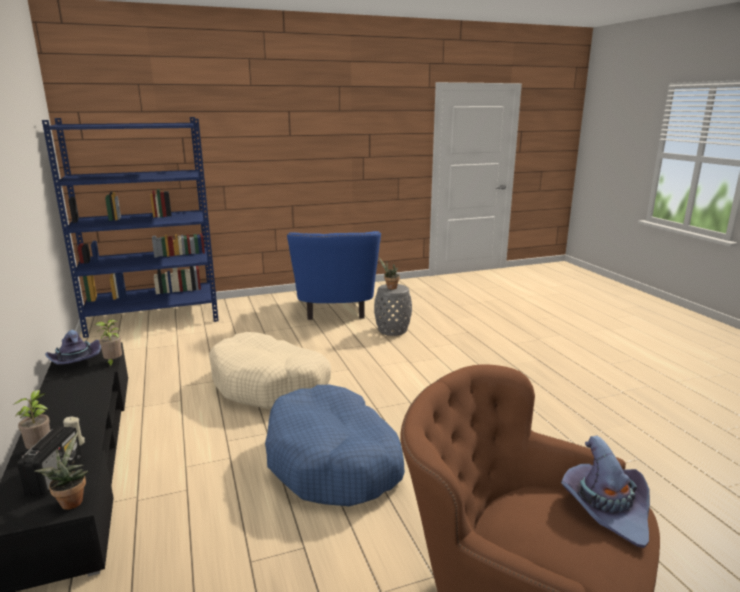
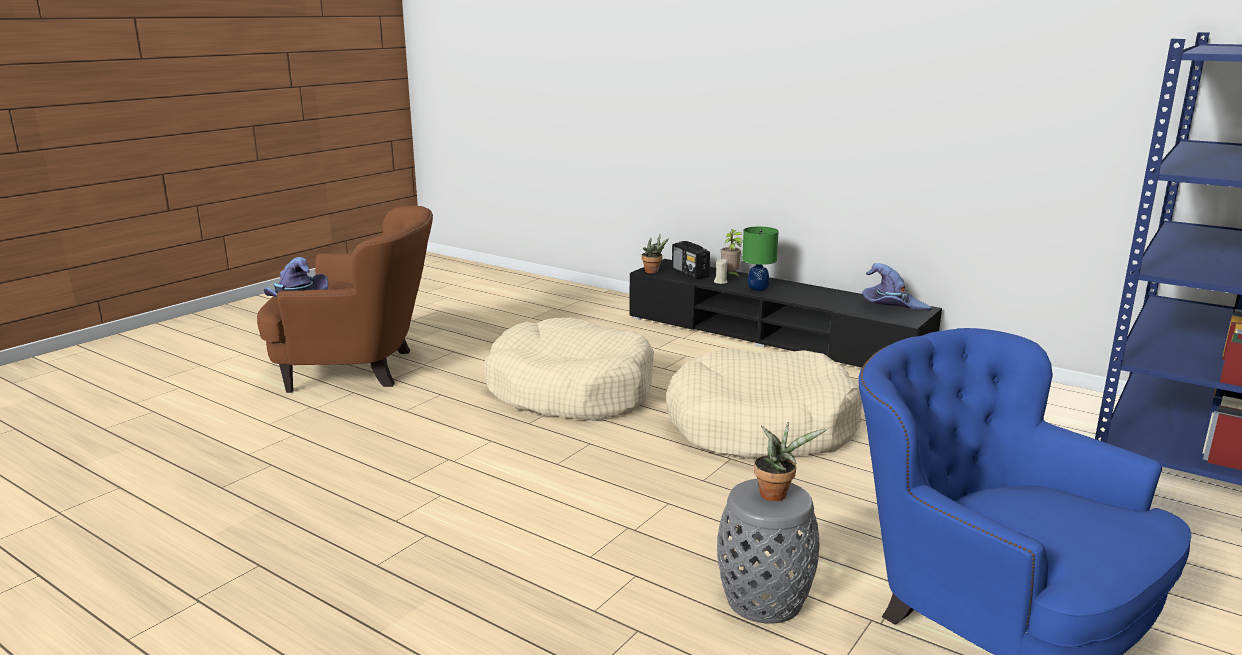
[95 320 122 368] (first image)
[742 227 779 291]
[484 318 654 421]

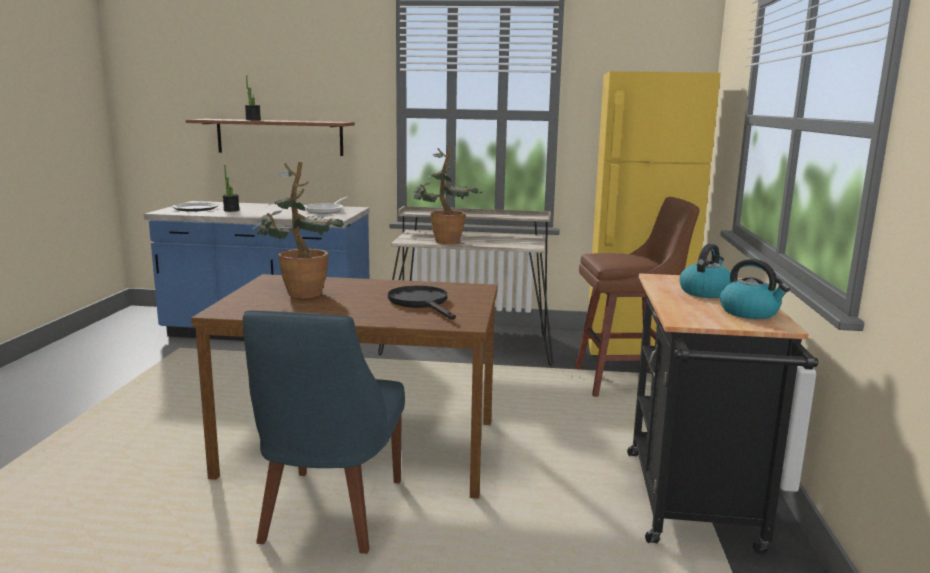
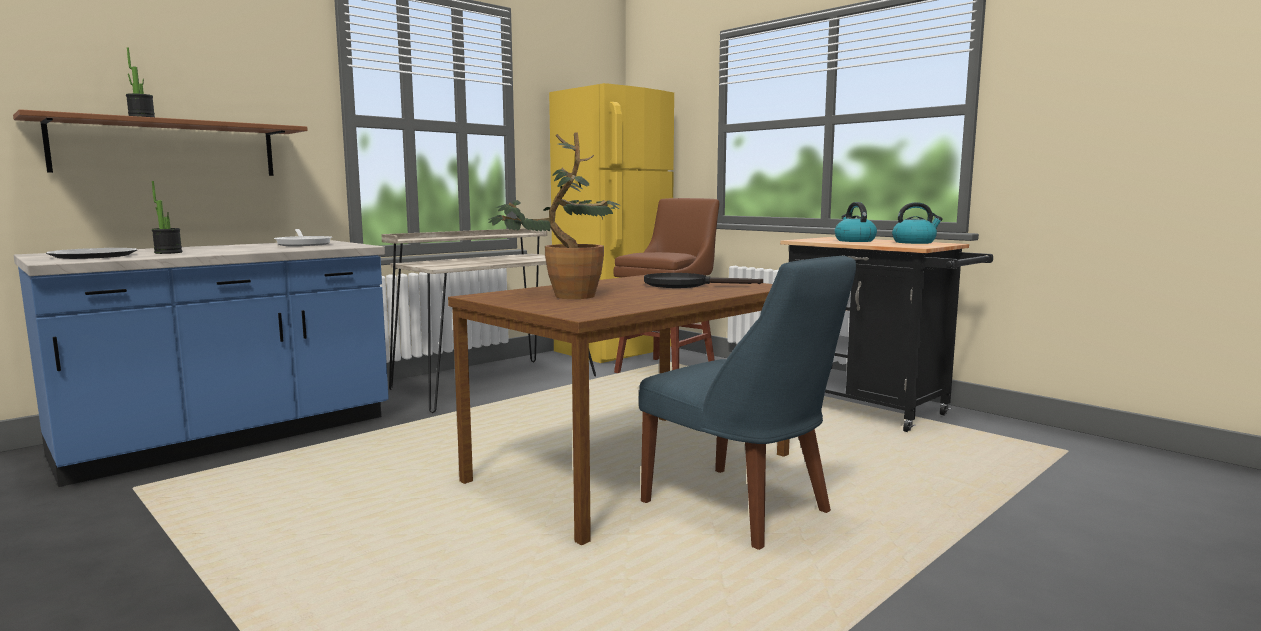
[409 147 483 244] (first image)

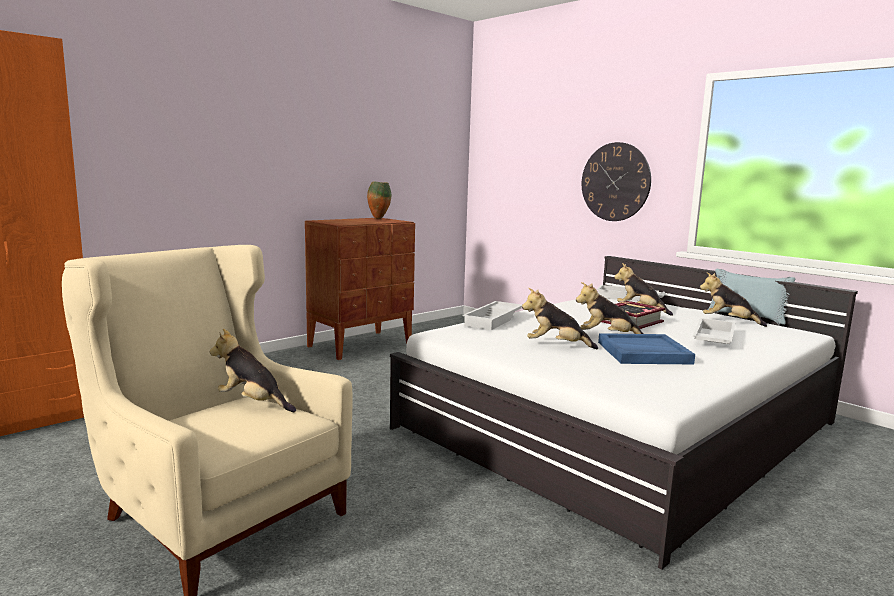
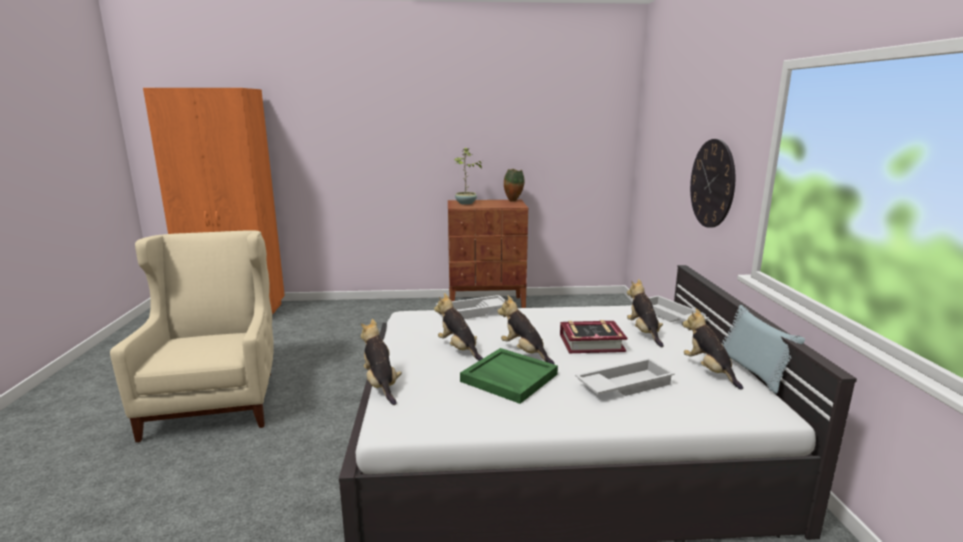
[454 148 482 205]
[361 319 402 405]
[460 348 558 404]

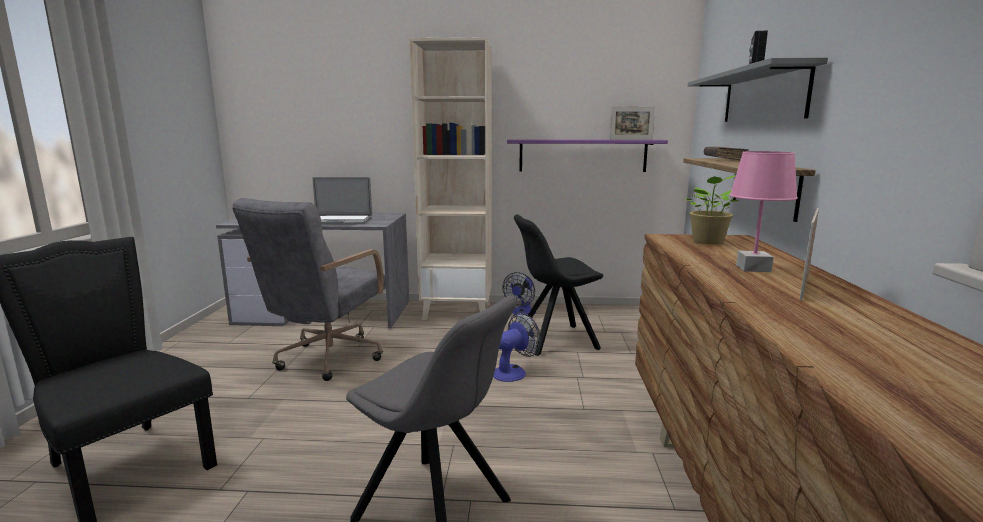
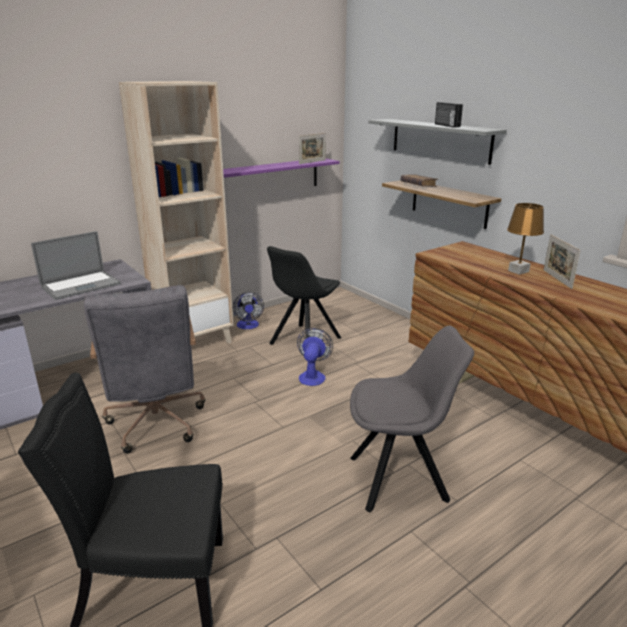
[685 175 739 244] (first image)
[507 203 544 275]

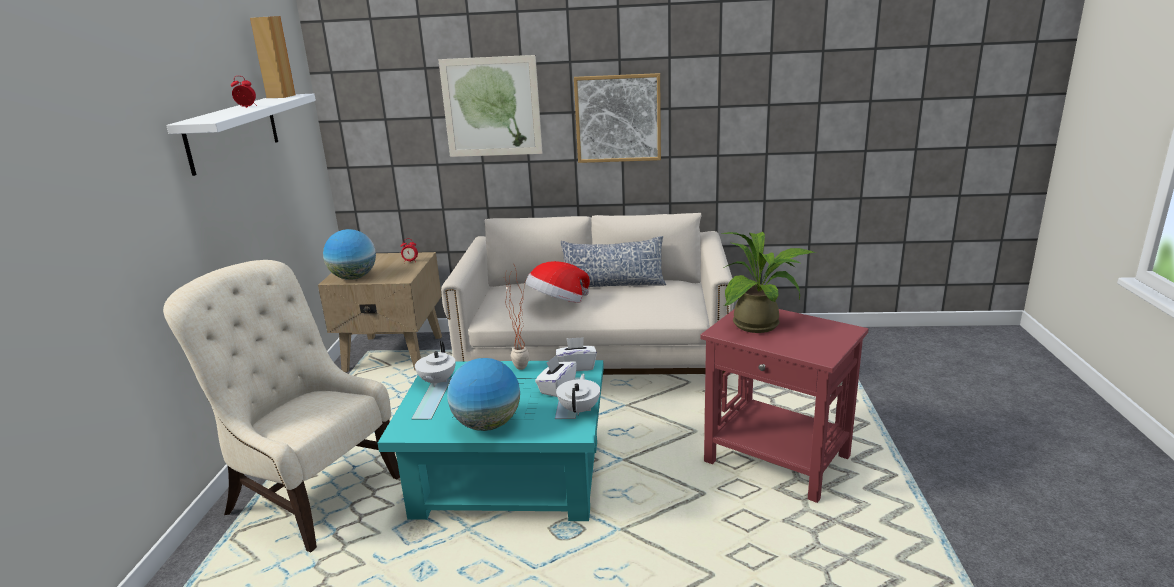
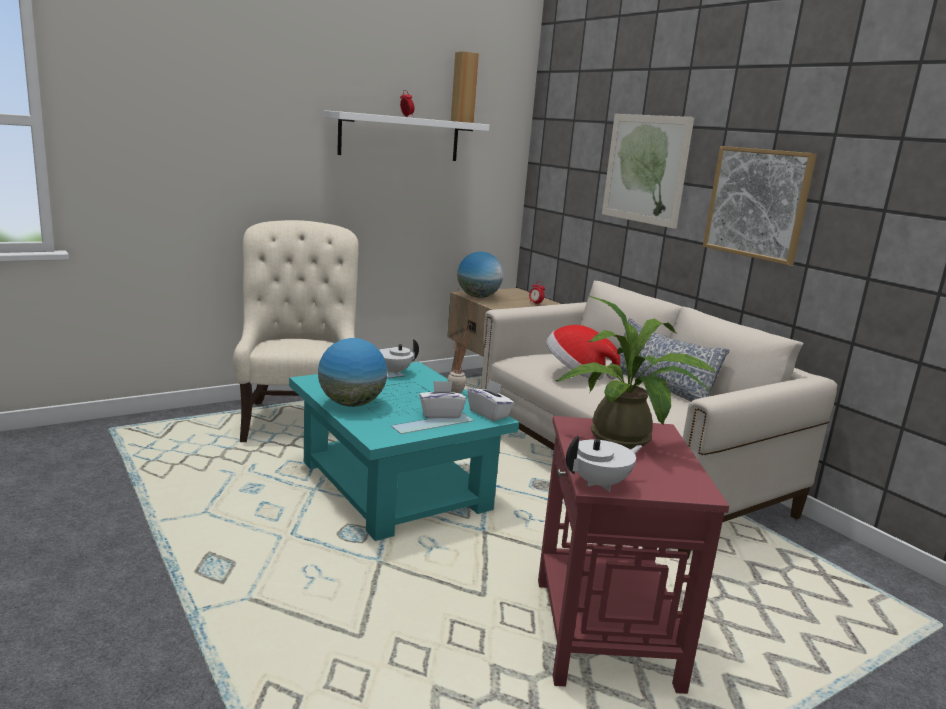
[566 435 642 491]

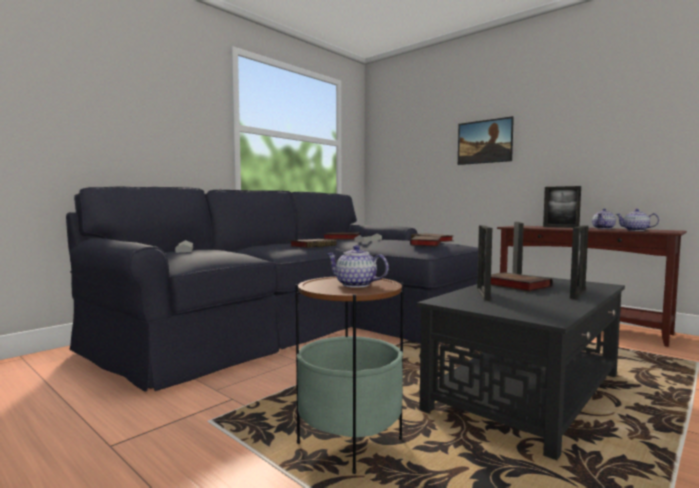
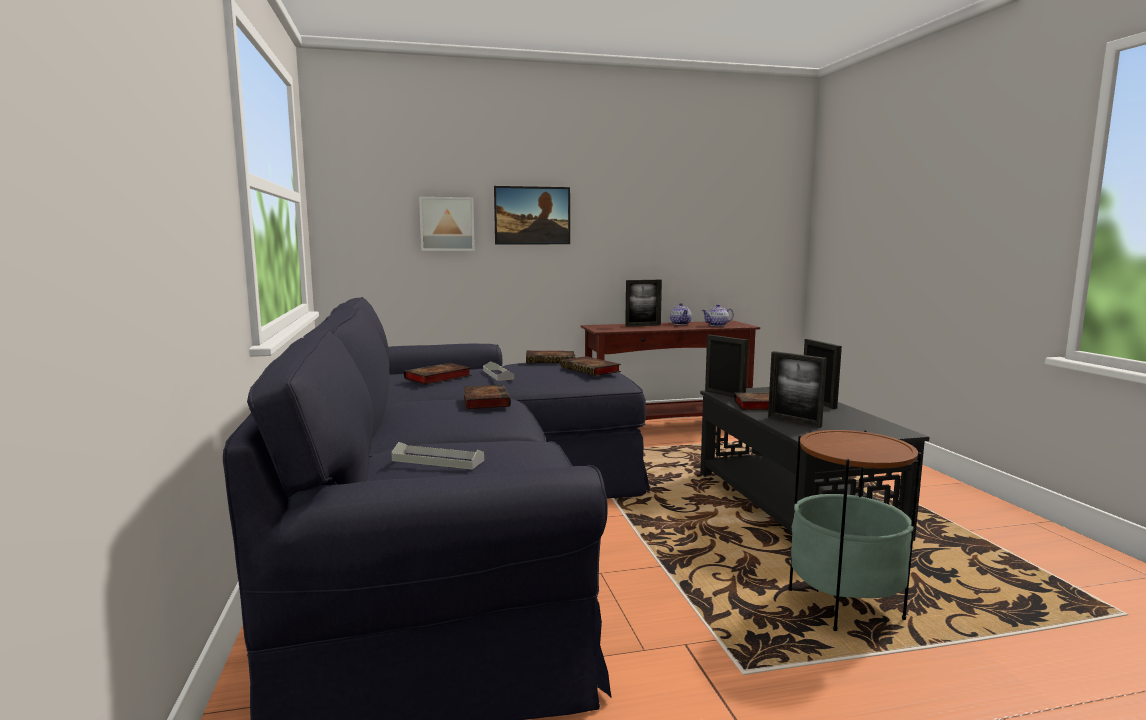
[326 245 389 288] (first image)
[419 197 475 251]

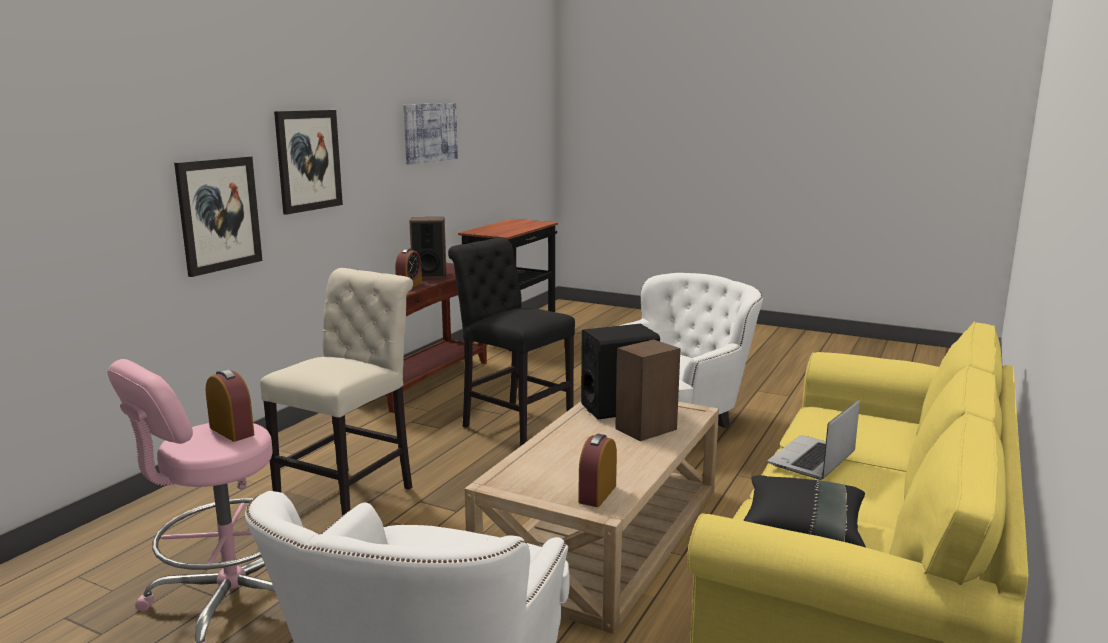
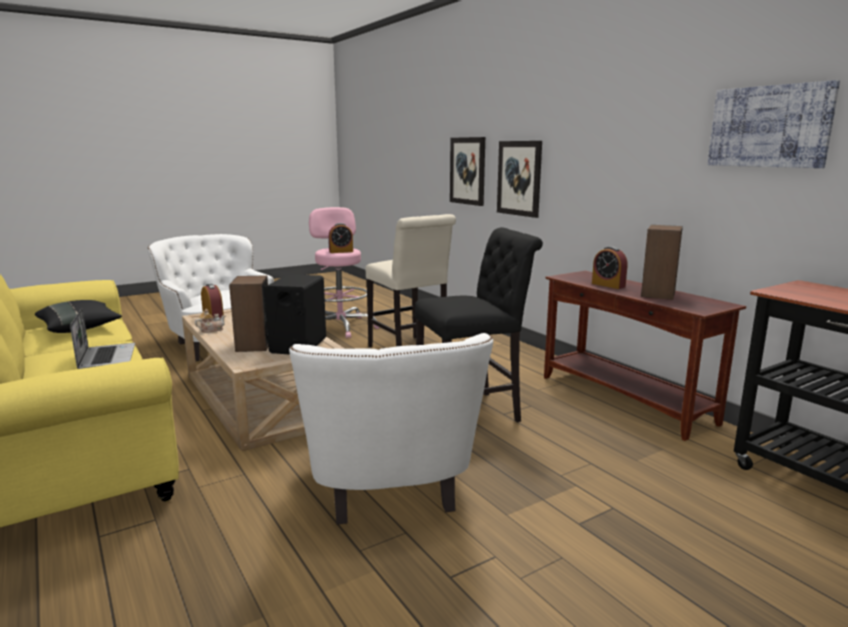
[195 309 226 333]
[450 137 485 206]

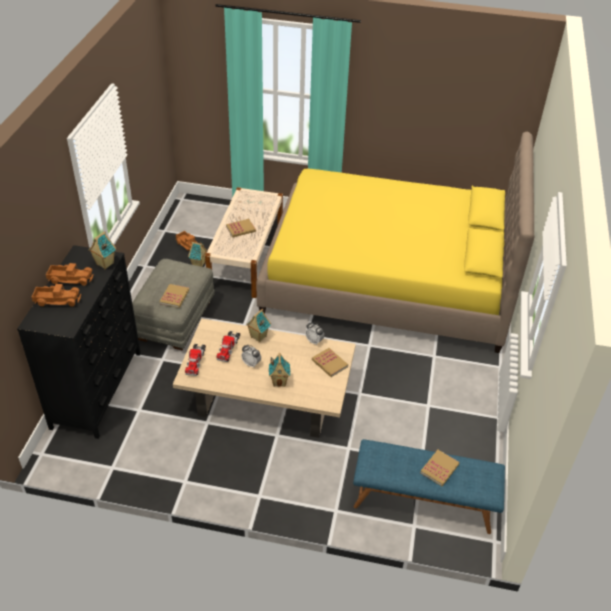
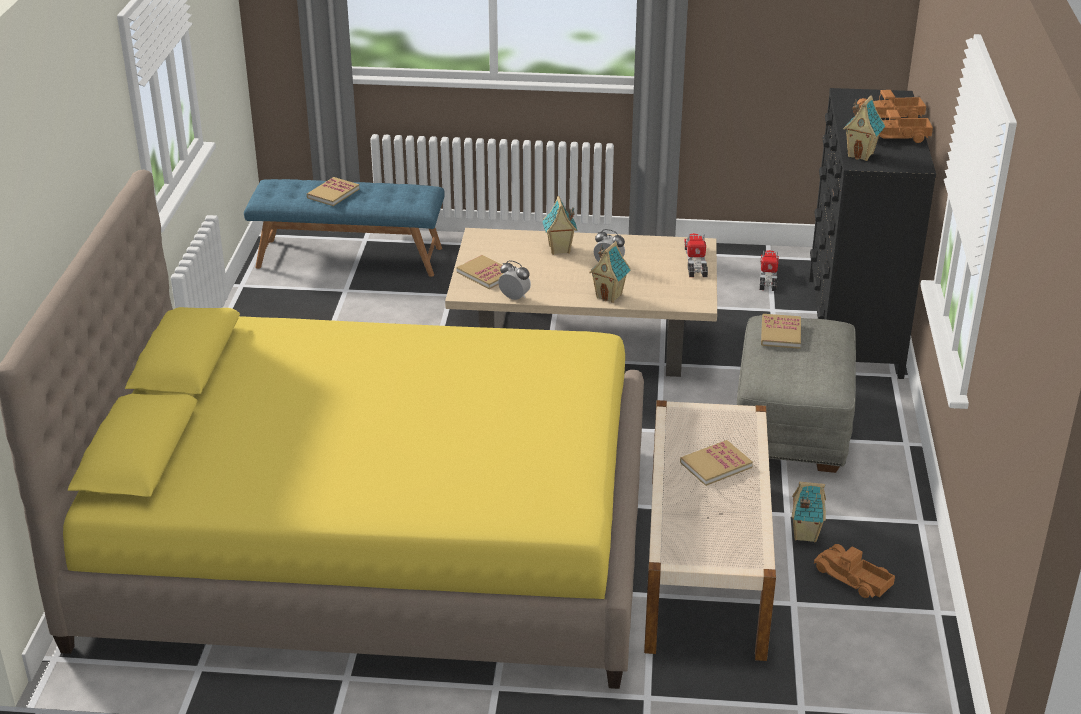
[760 250 779 291]

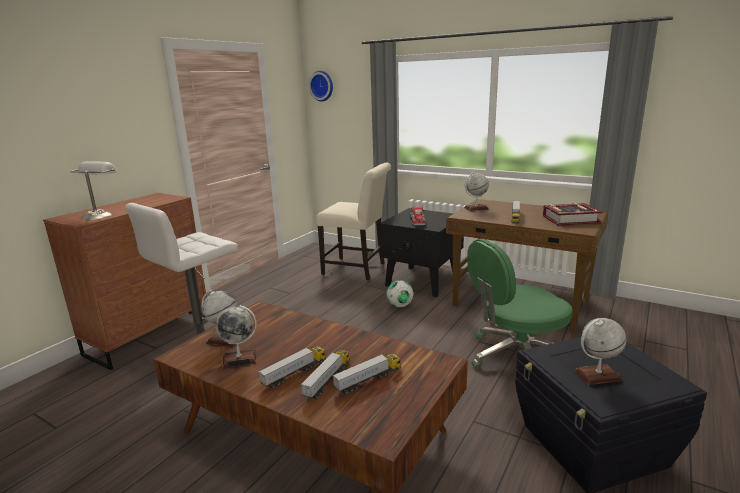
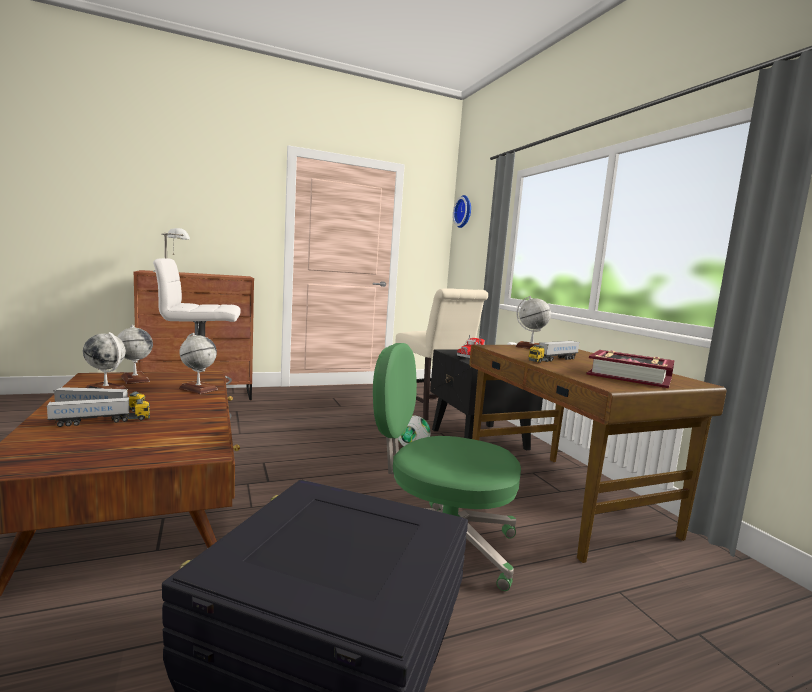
[332 353 401 395] (first image)
[179 333 218 394]

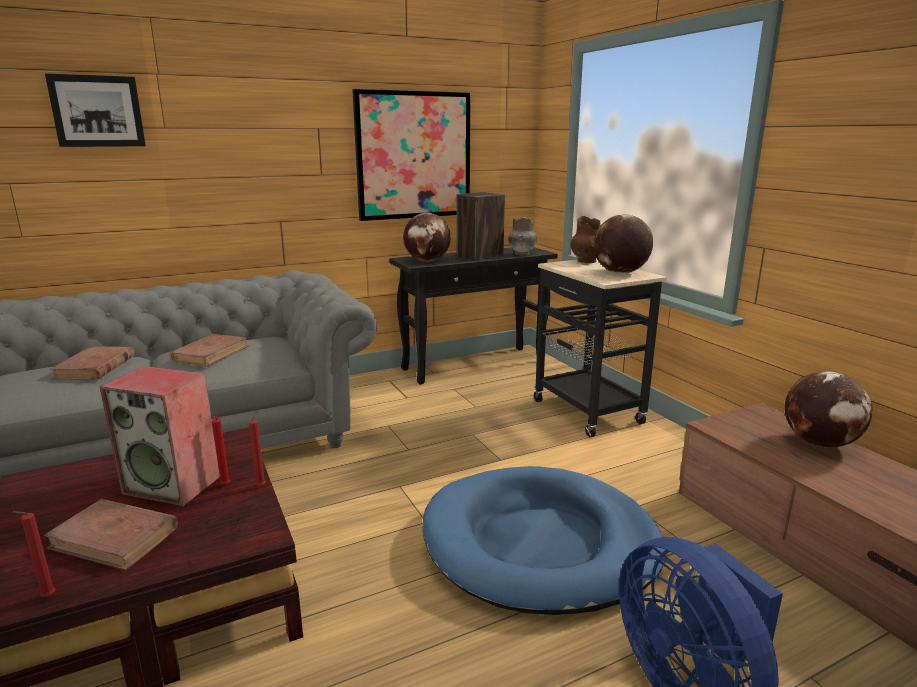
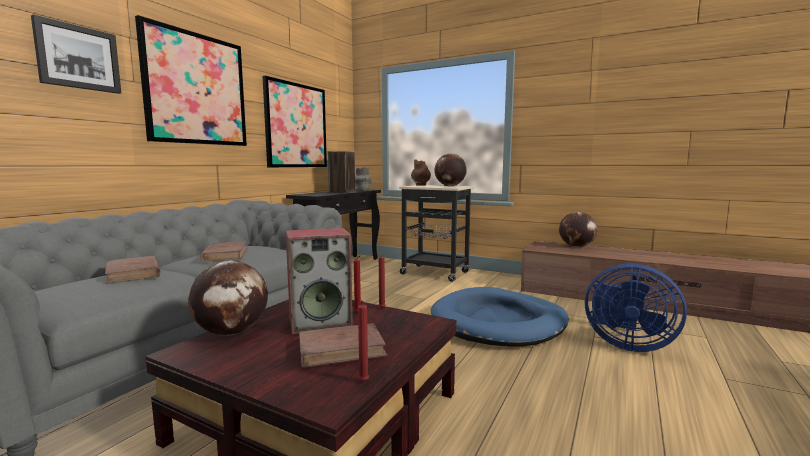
[135 15 247 146]
[188 261 268 336]

